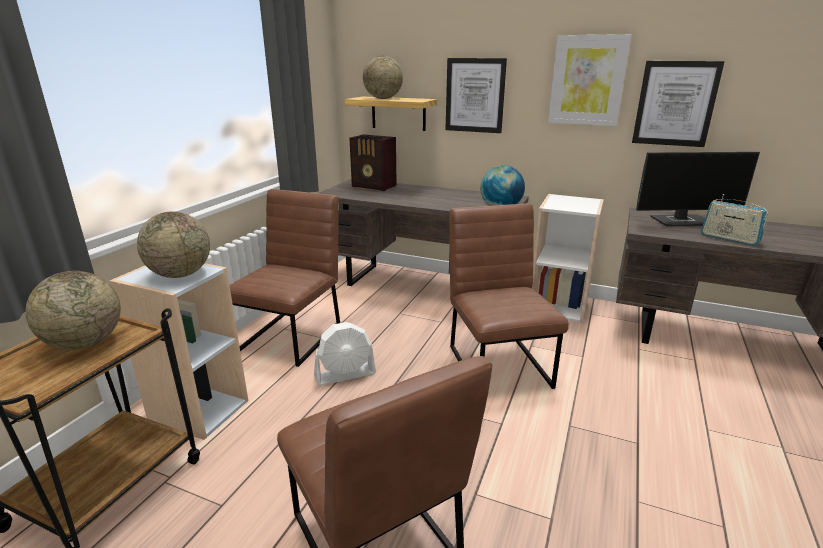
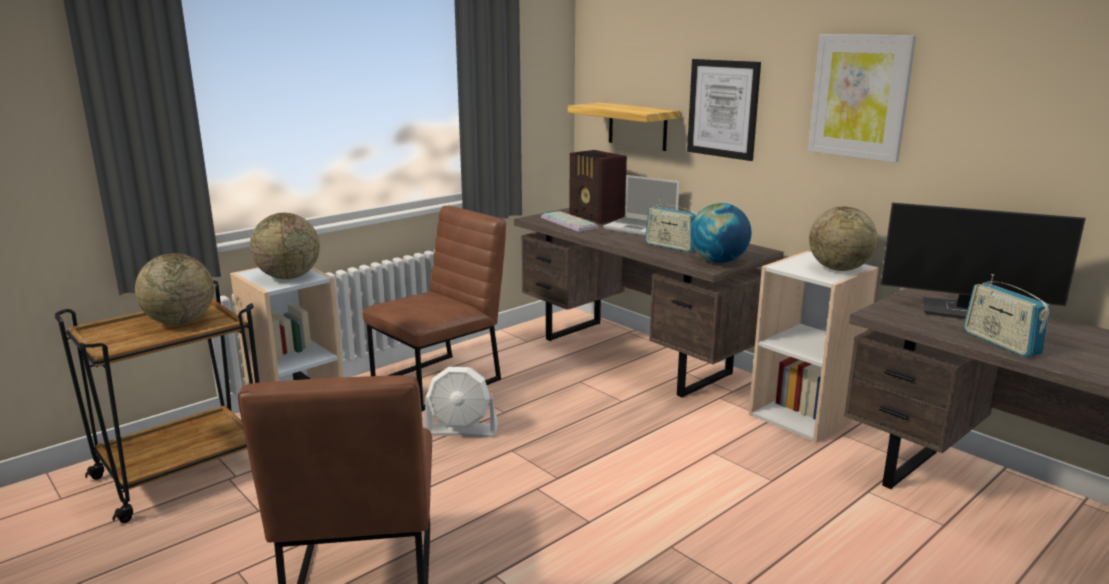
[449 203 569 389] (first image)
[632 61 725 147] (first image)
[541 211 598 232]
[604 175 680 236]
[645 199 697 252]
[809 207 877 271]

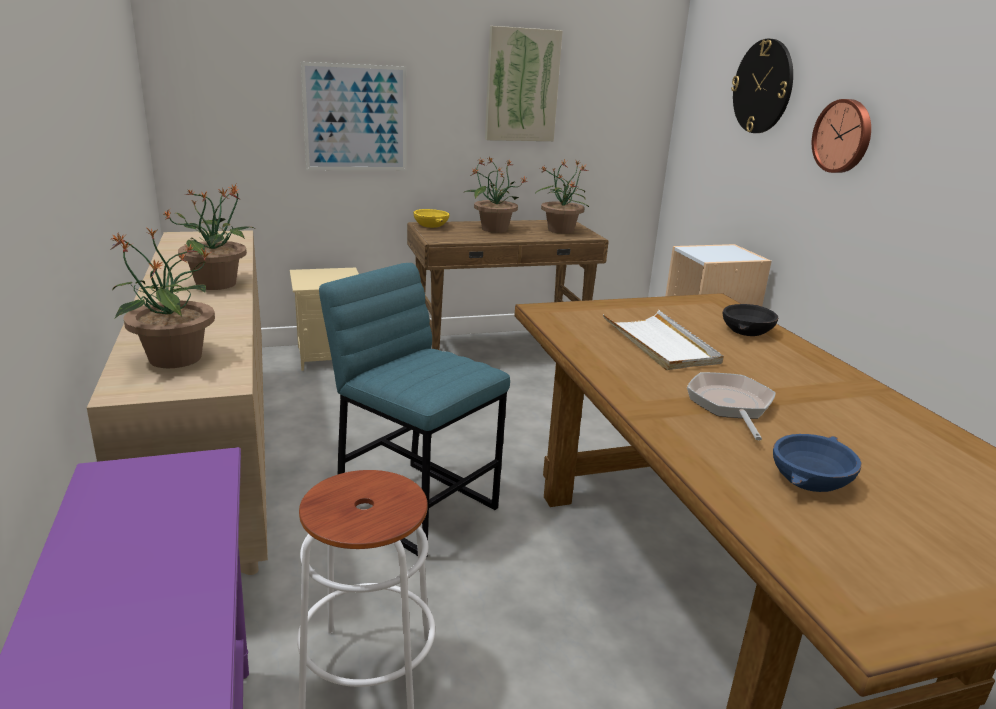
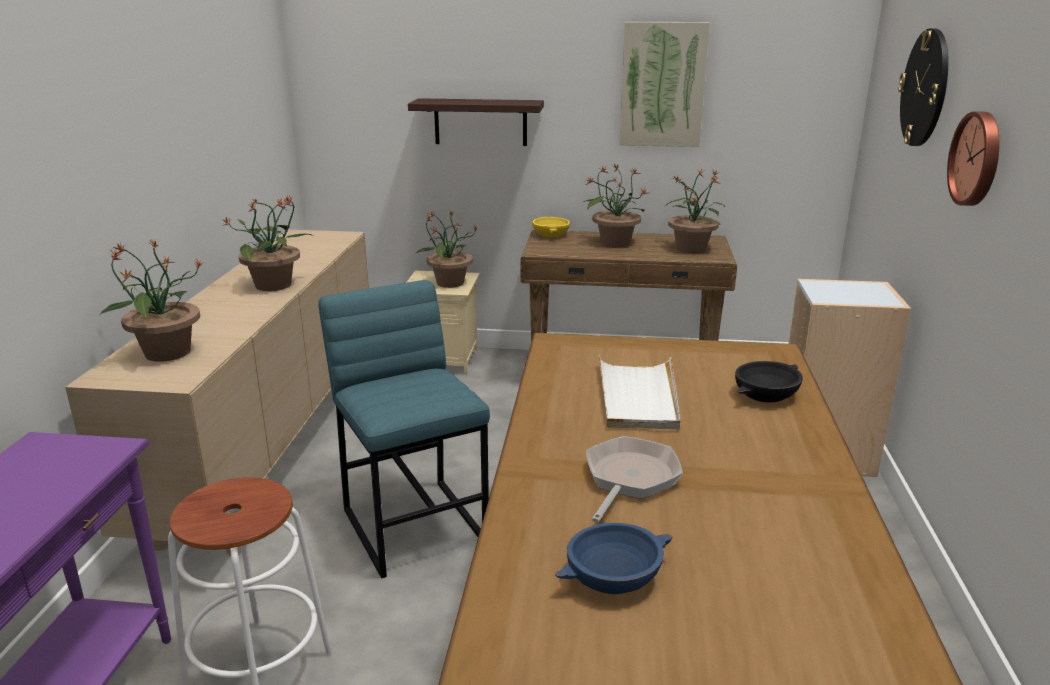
[416 210 478 288]
[408 98 544 146]

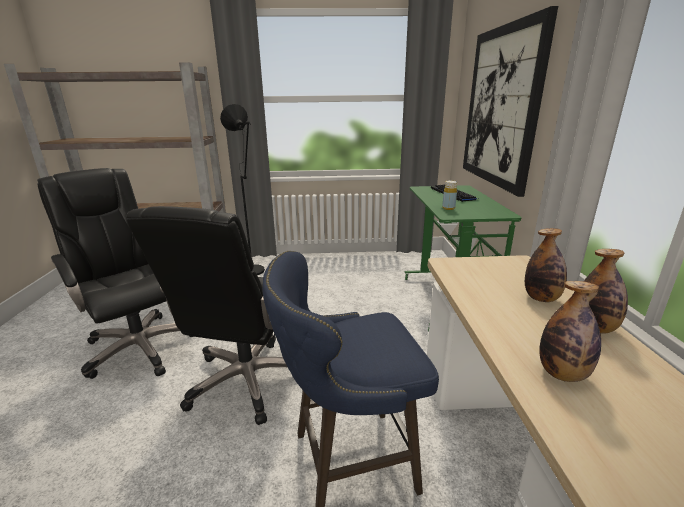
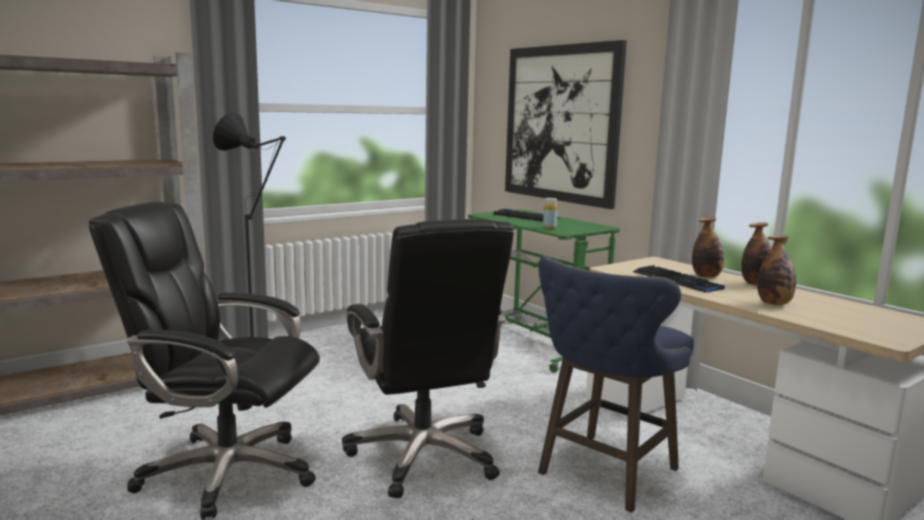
[633 265 725 293]

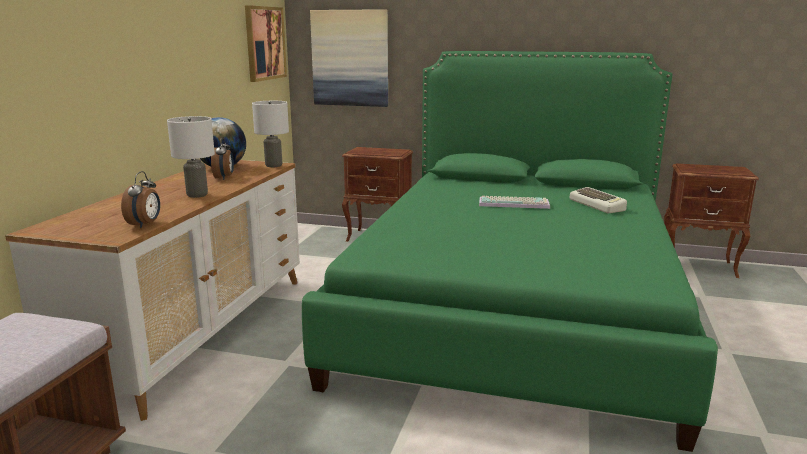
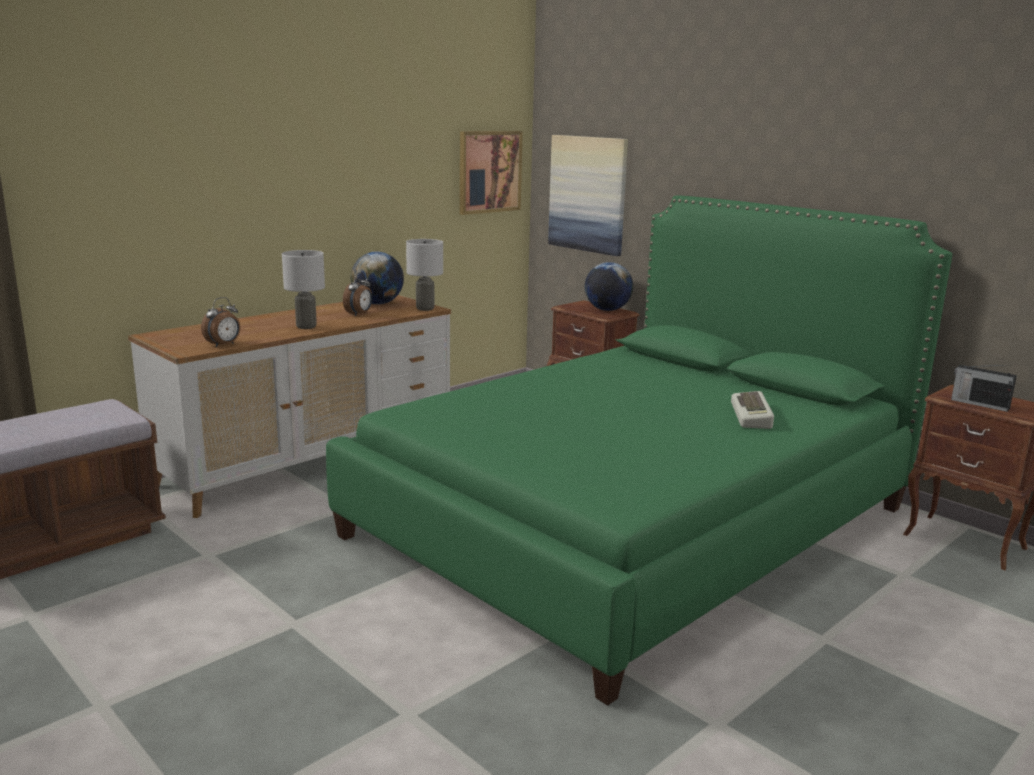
[479 196 550 209] (first image)
[585 262 633 311]
[951 365 1017 412]

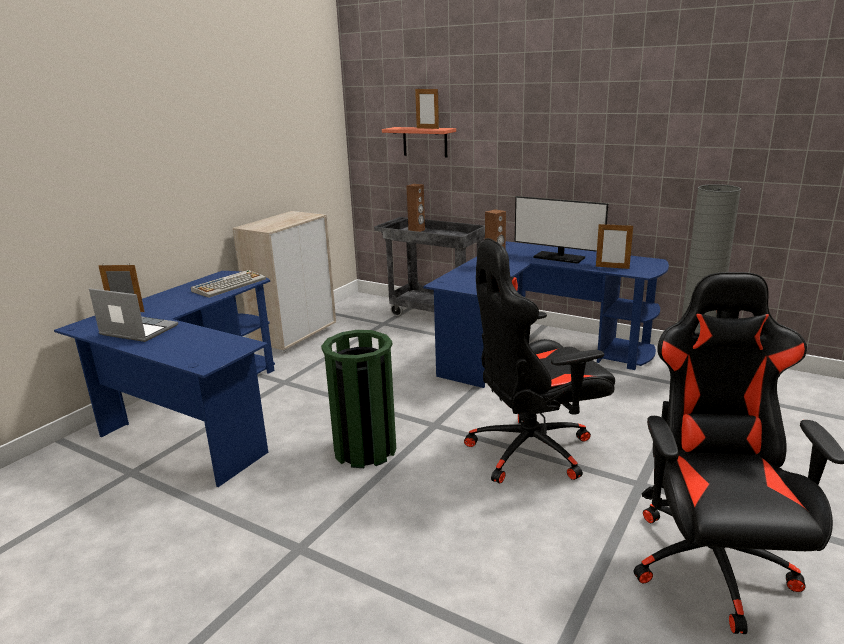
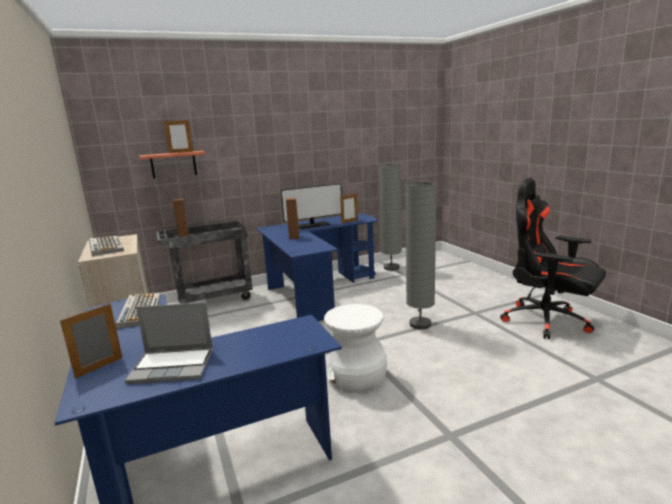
[89 236 124 256]
[324 304 387 393]
[406 181 437 330]
[125 302 213 384]

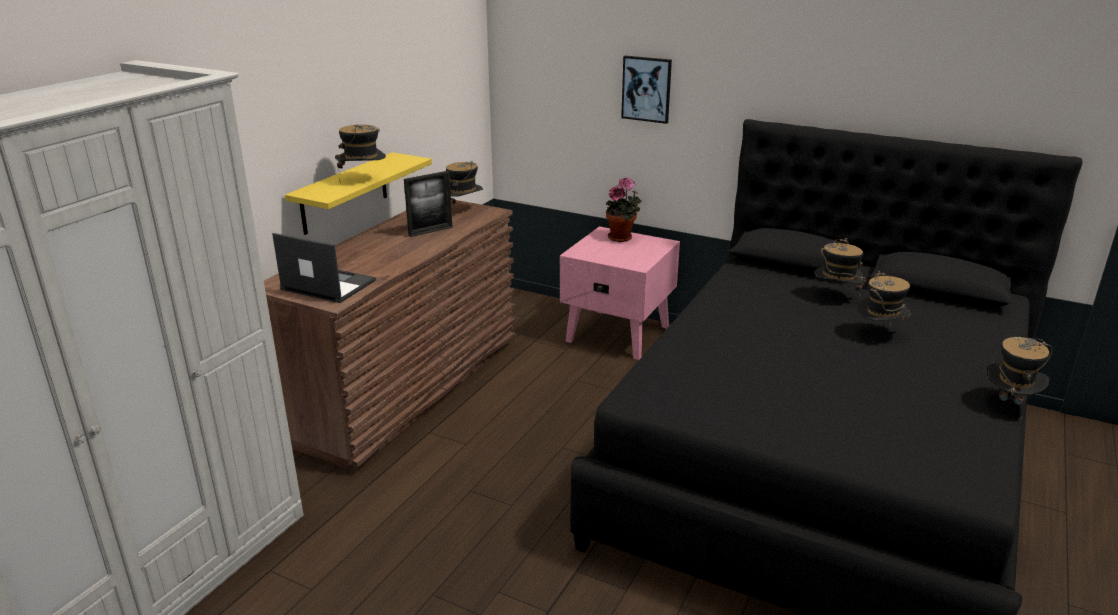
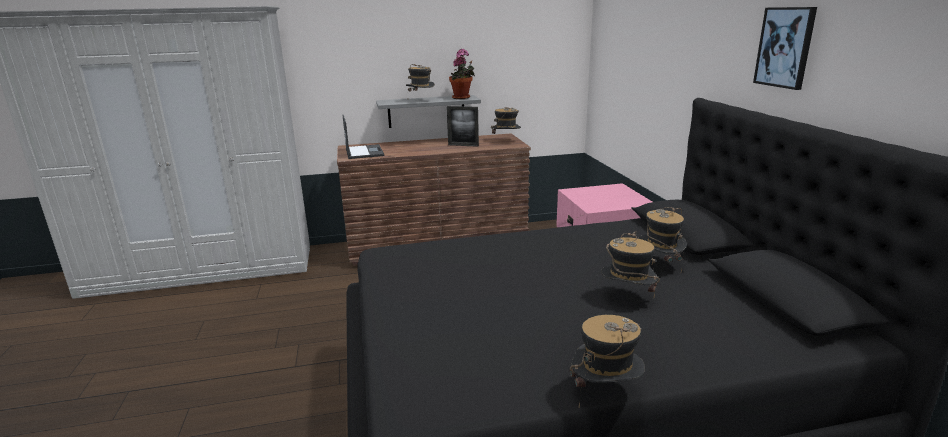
[449 49 475 99]
[753 7 817 90]
[376 95 481 128]

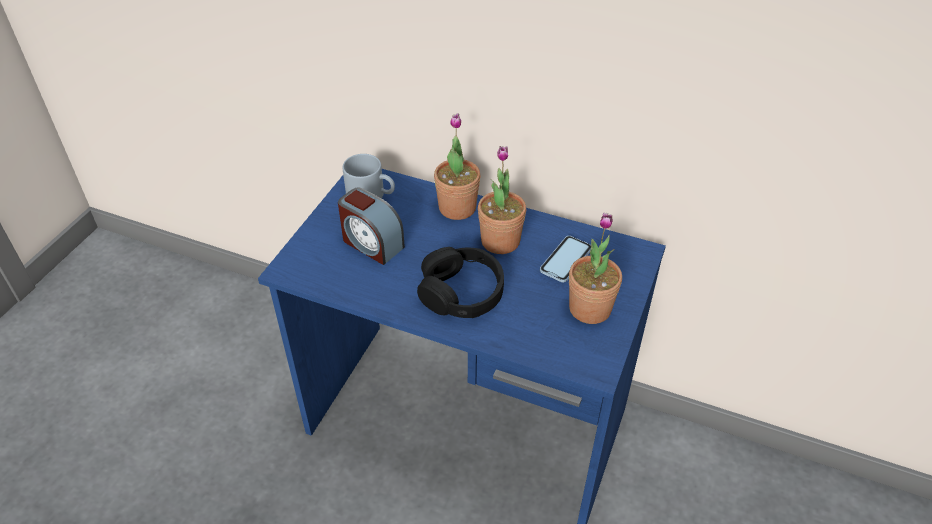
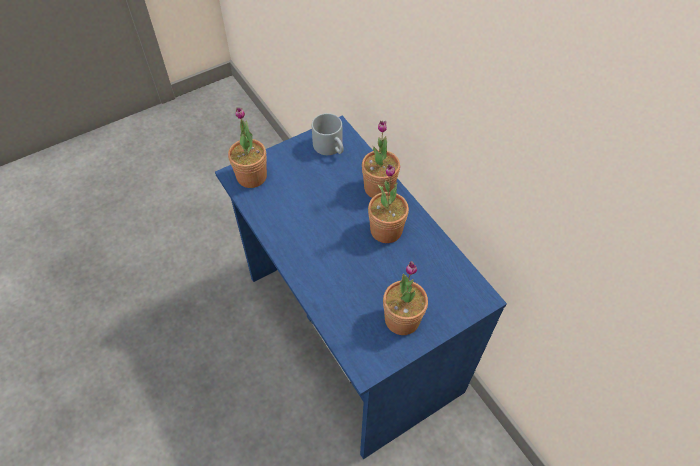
[338 188 405 265] (first image)
[417 247 504 318] (first image)
[540 236 591 282] (first image)
[228 107 267 188]

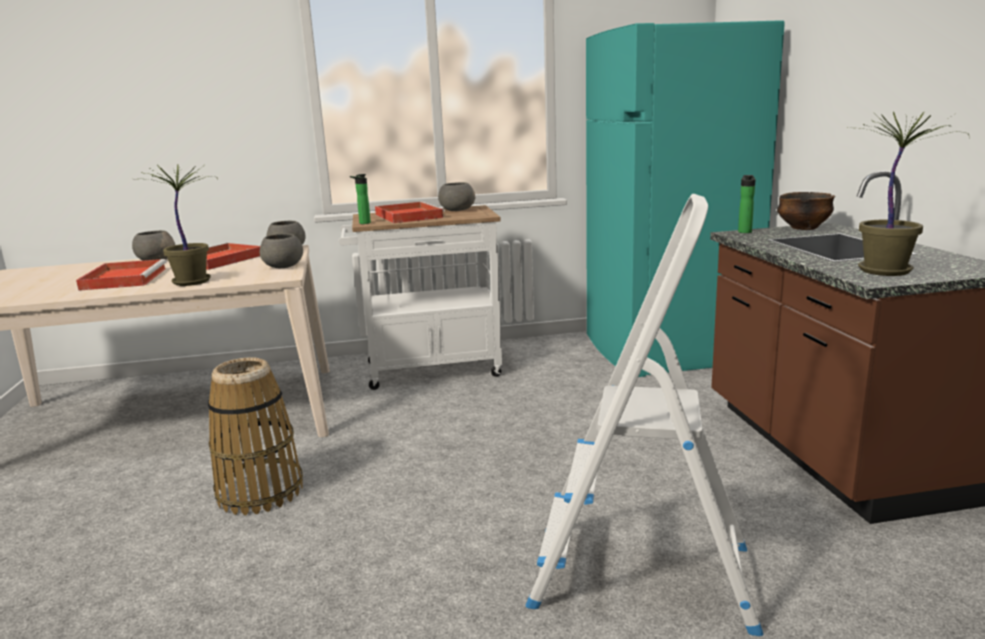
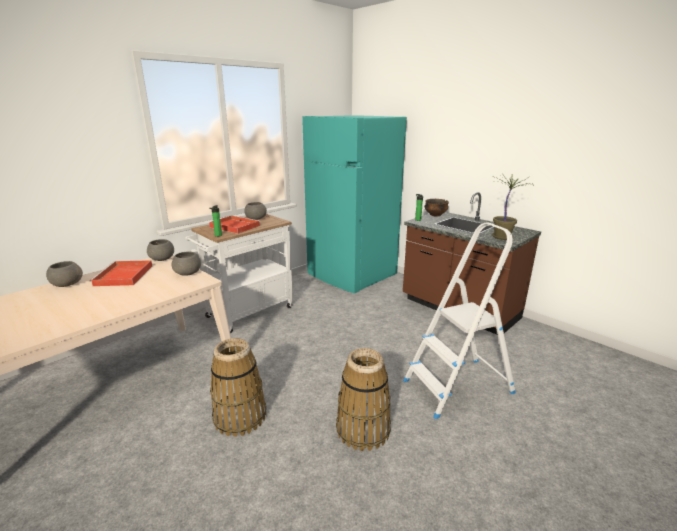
[76 259 167 291] (first image)
[141 164 218 286] (first image)
[336 348 391 451]

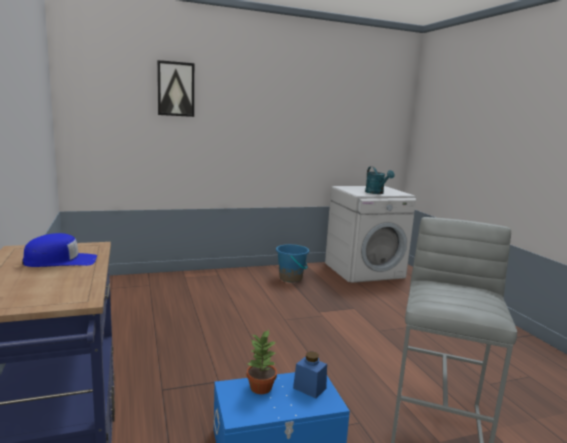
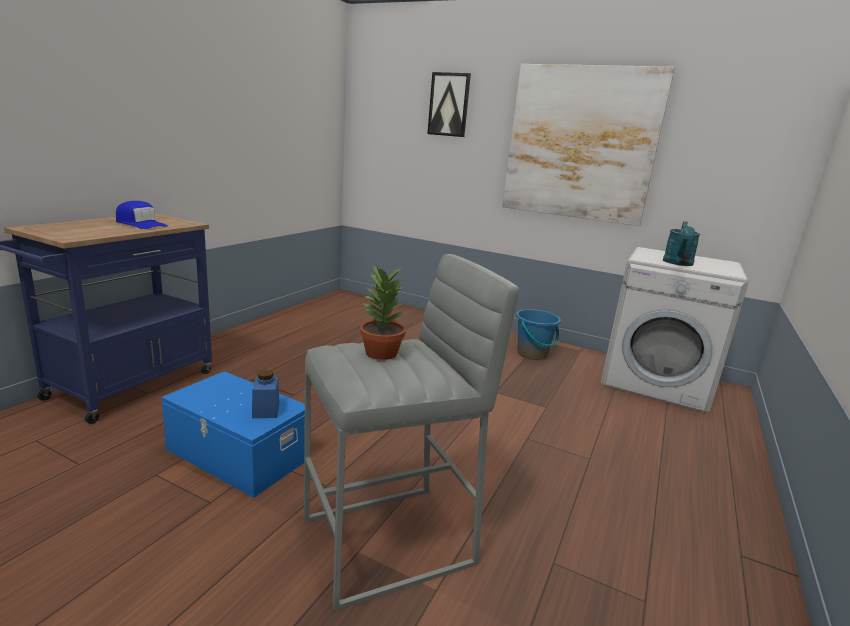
[502 64 675 226]
[360 265 406 360]

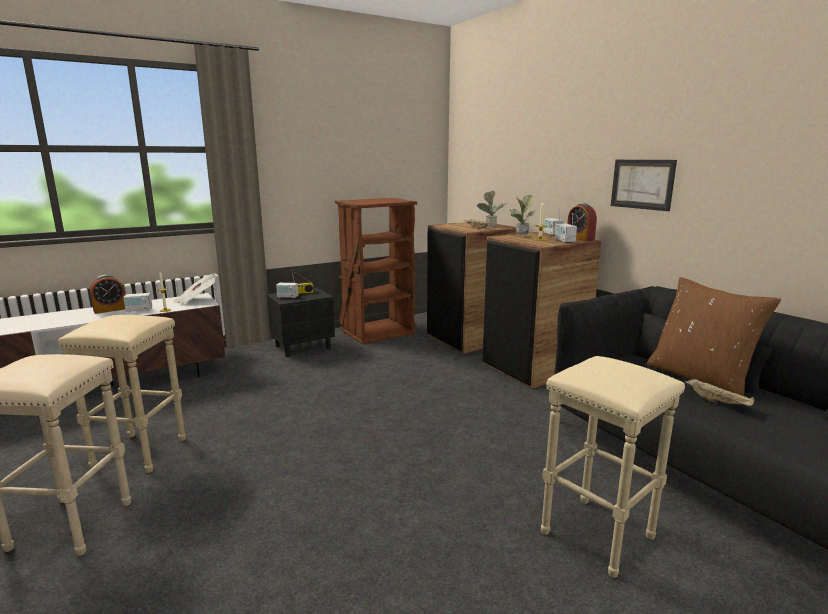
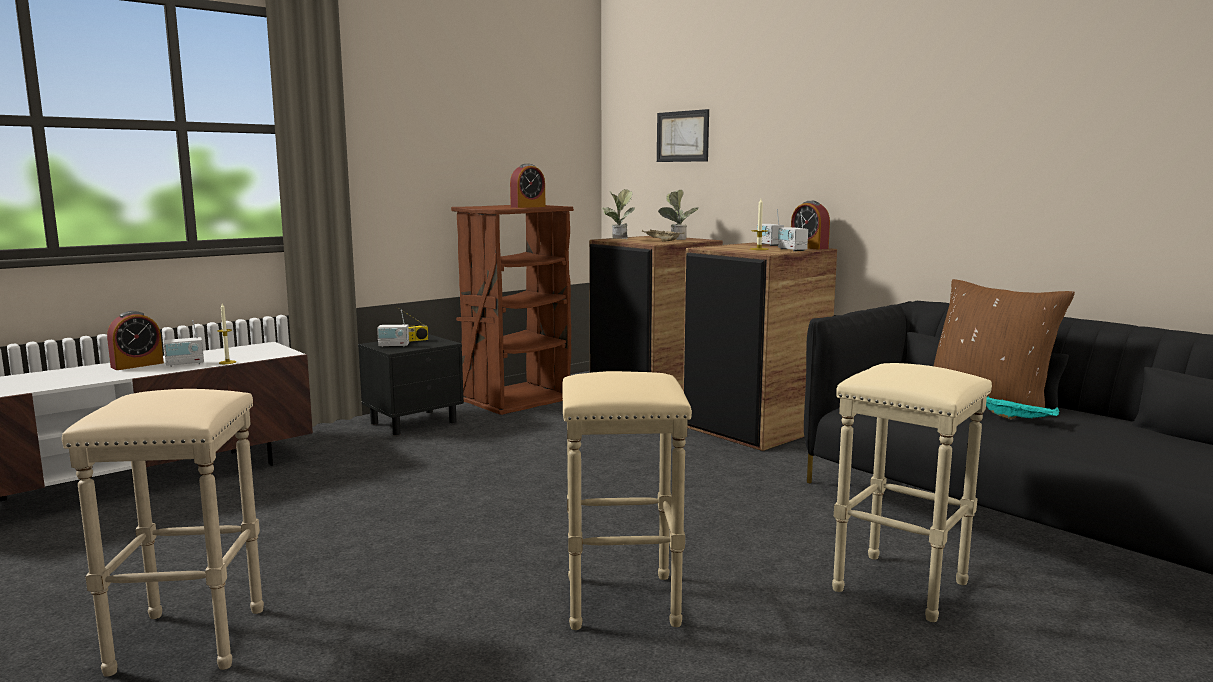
[172 273 217 304] (first image)
[510 164 545 208]
[562 371 692 630]
[602 189 635 239]
[657 109 709 162]
[986 396 1060 420]

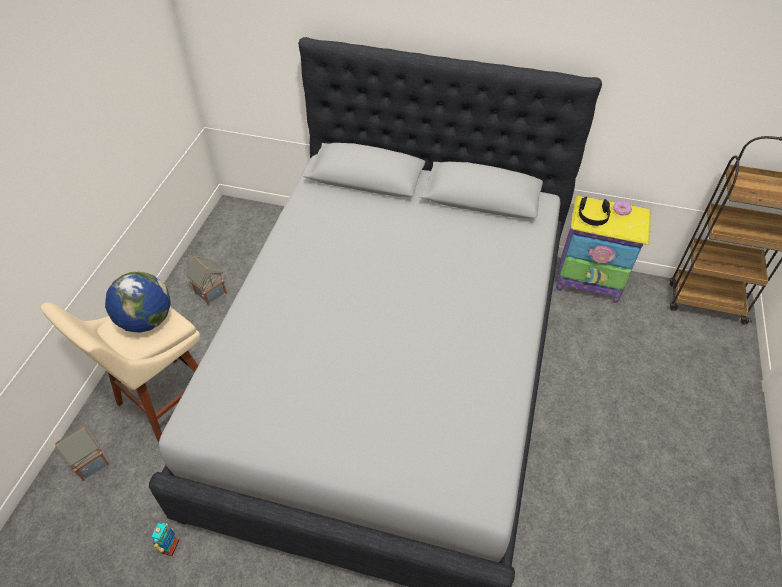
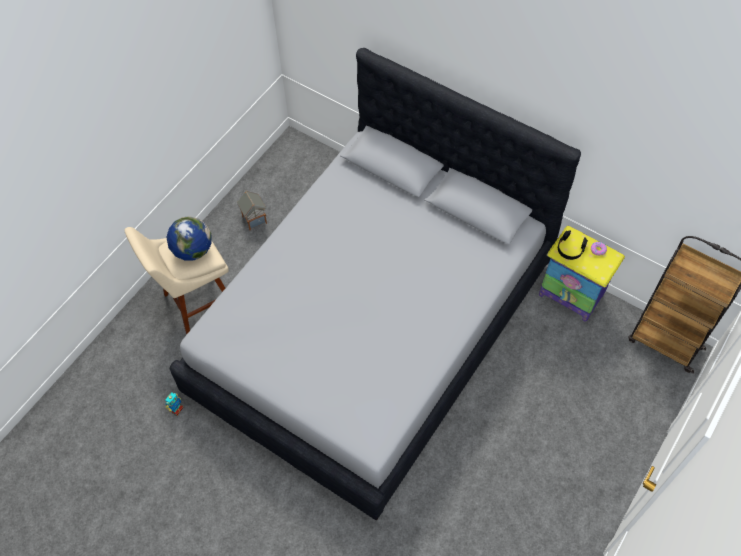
[54 425 109 481] (first image)

